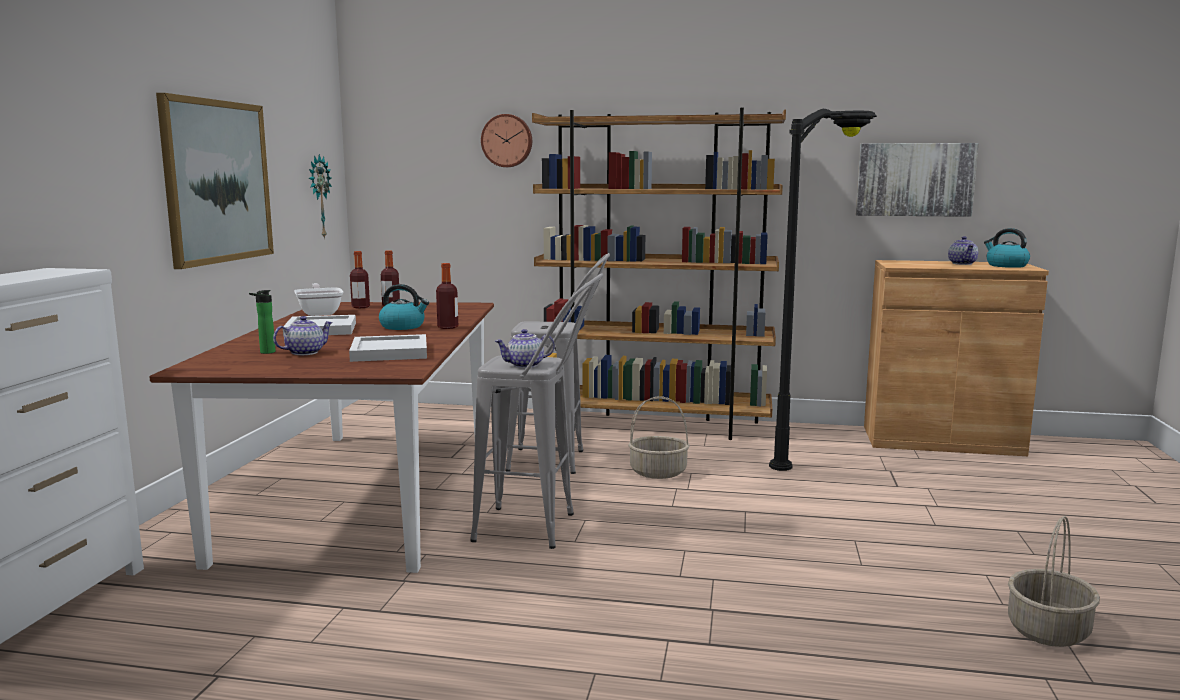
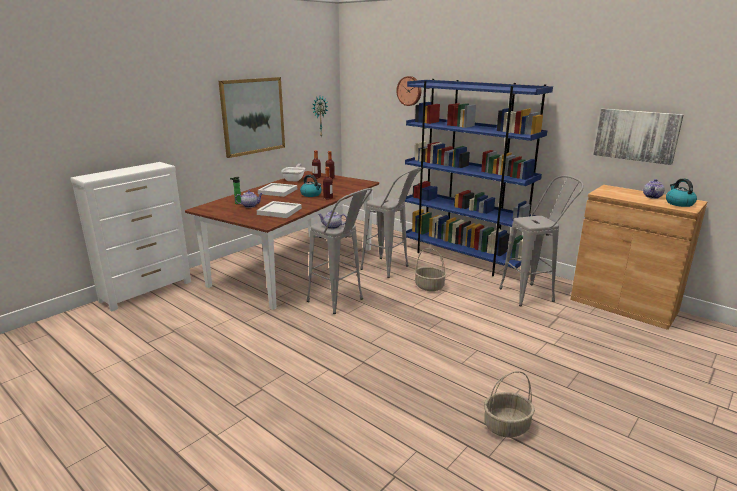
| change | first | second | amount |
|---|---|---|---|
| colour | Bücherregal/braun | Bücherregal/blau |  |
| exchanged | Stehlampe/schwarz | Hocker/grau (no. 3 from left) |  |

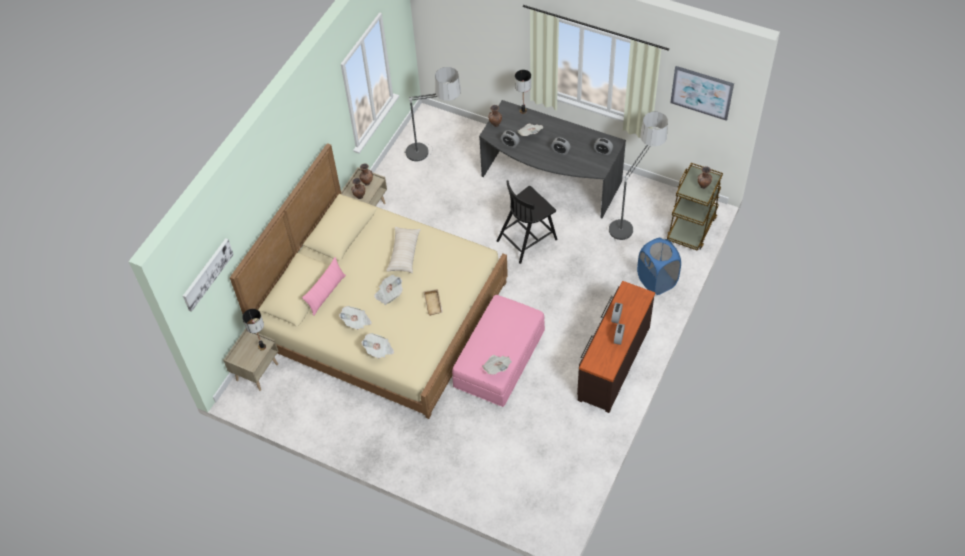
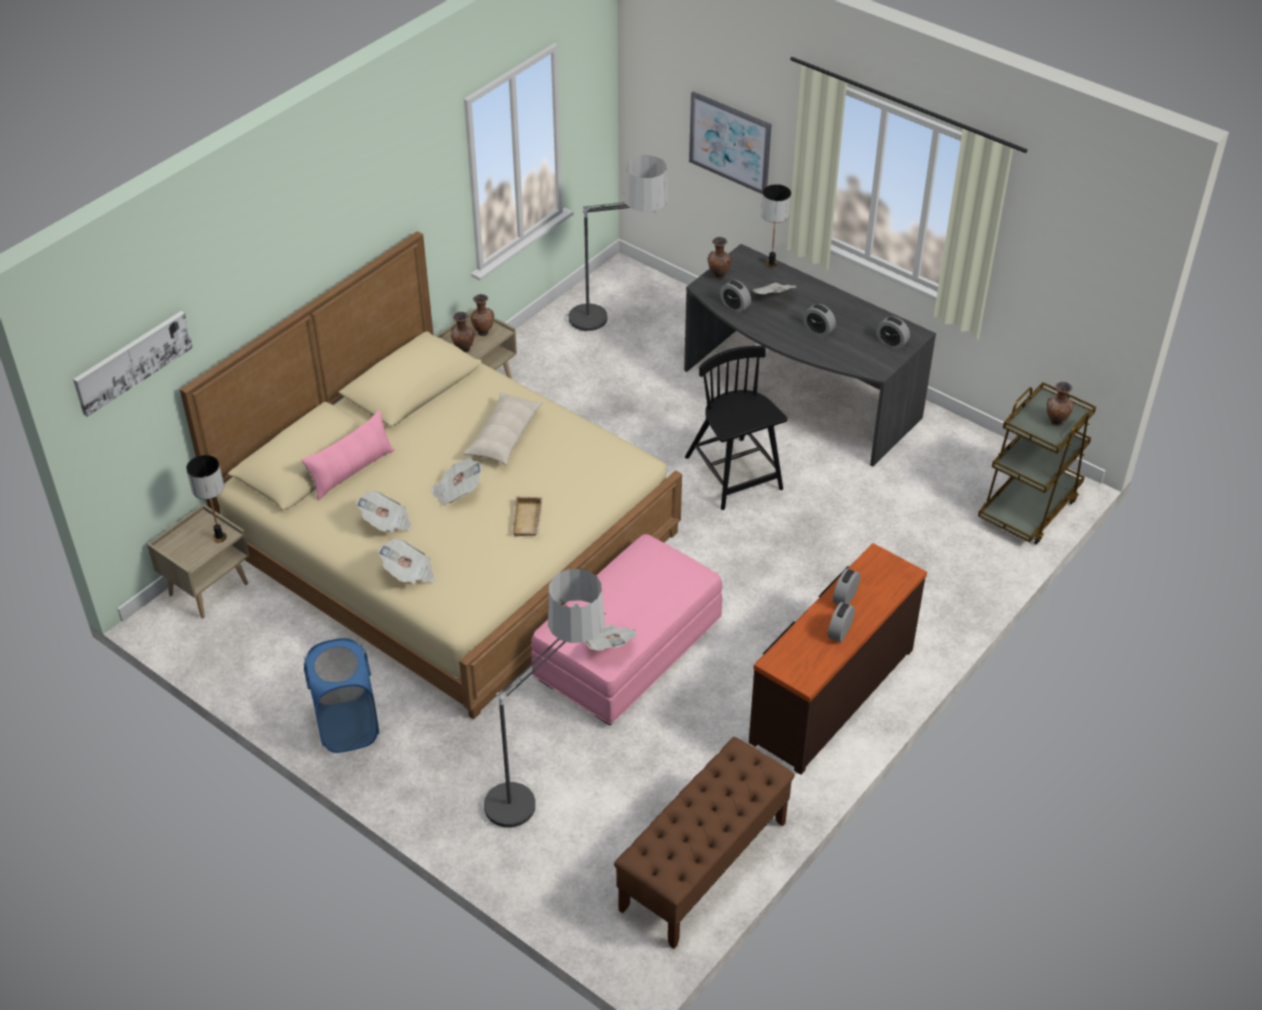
| change | first | second | amount |
|---|---|---|---|
| relocated | Bild (no. 2 from left) |  |  |
| relocated | Stehlampe (no. 2 from left in the first image) | Stehlampe (no. 1 from left) |  |
| spun | Stuhl/schwarz |  | 90 degrees clockwise |
| relocated | Wäschekorb/blau |  |  |
| appeared |  | Bank/braun |  |

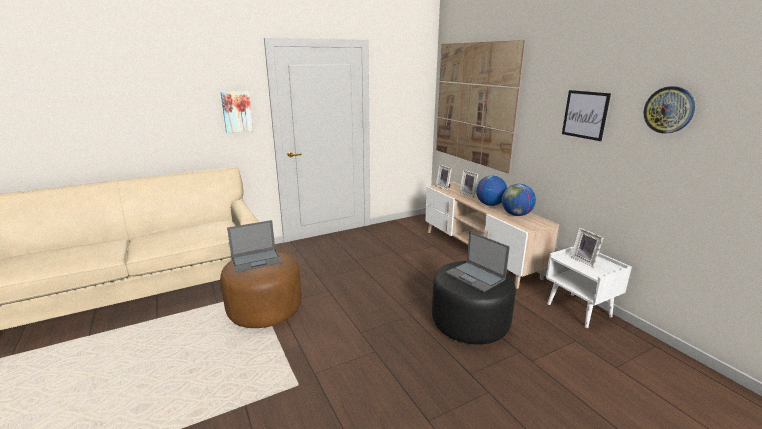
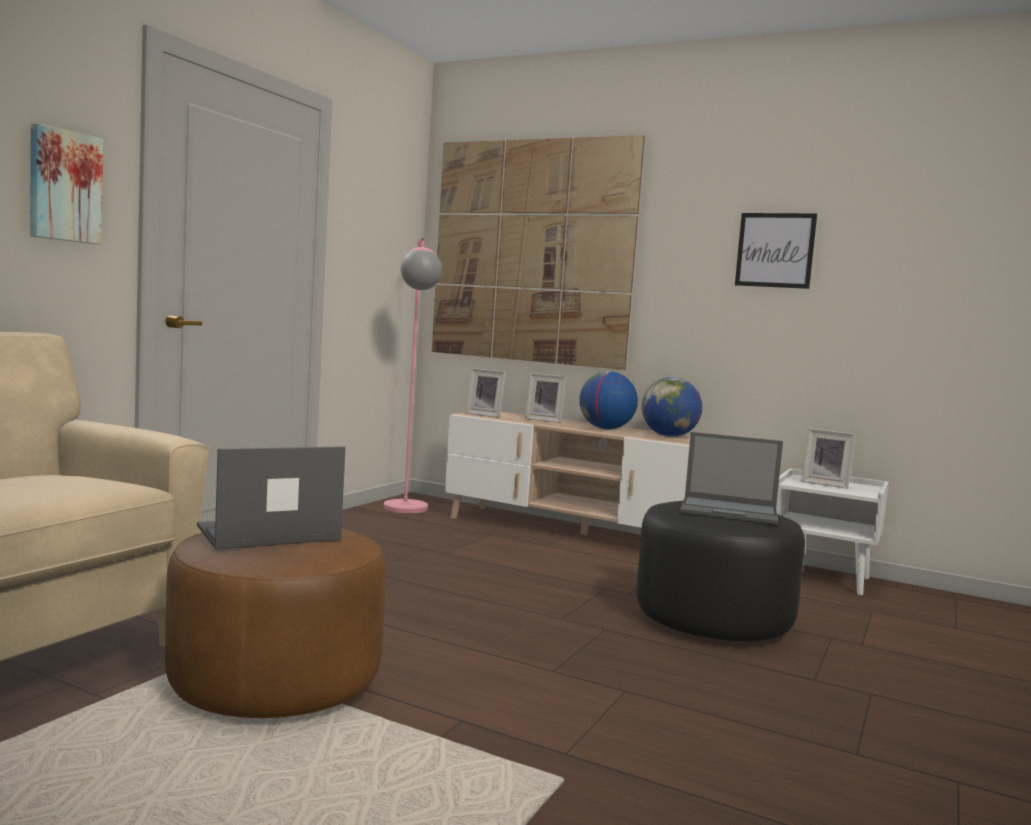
| change | first | second | amount |
|---|---|---|---|
| missing | Wanduhr |  |  |
| spun | Laptop (no. 1 from left) |  | 150 degrees counterclockwise |
| appeared |  | Stehlampe/rosa |  |

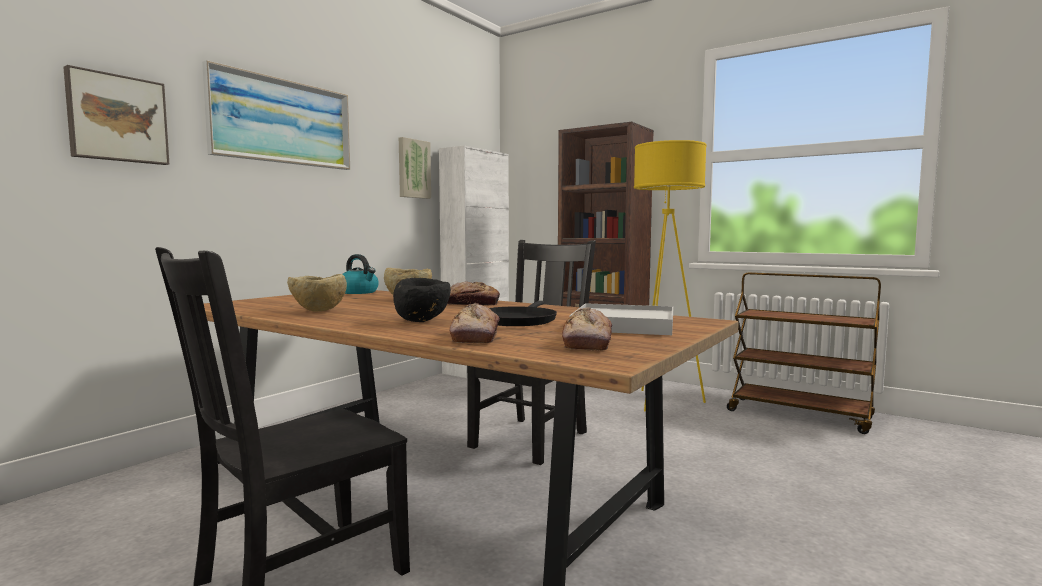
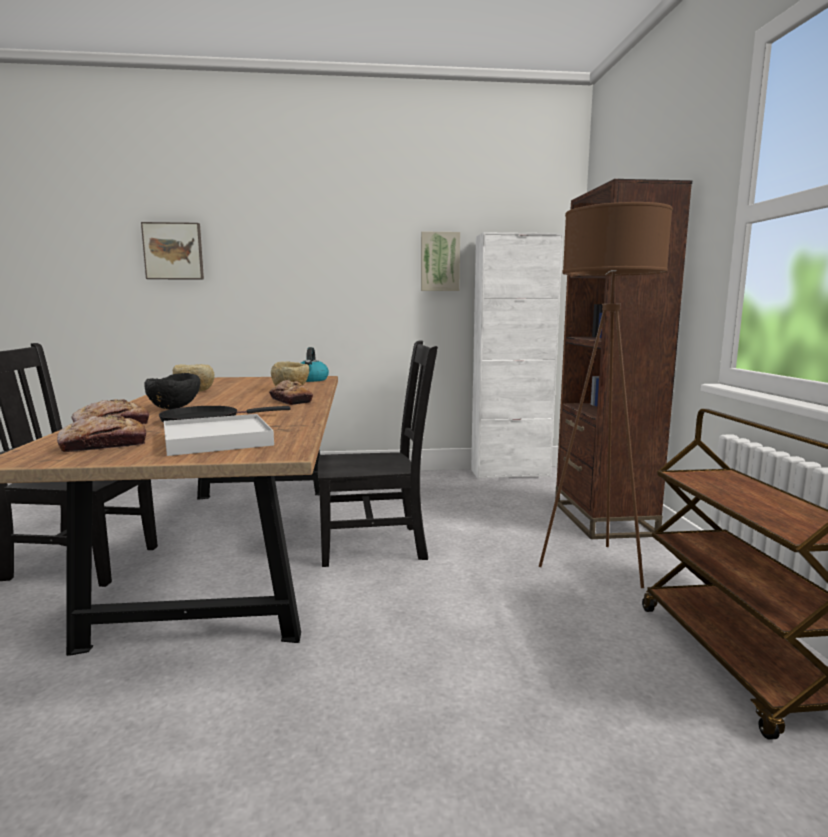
| change | first | second | amount |
|---|---|---|---|
| missing | Bild (no. 2 from left) |  |  |
| colour | Stehlampe/gelb | Stehlampe/braun |  |

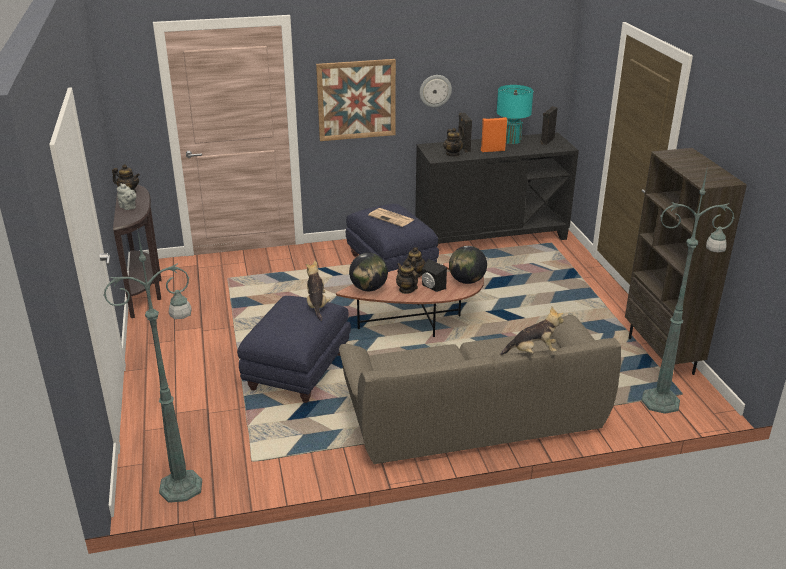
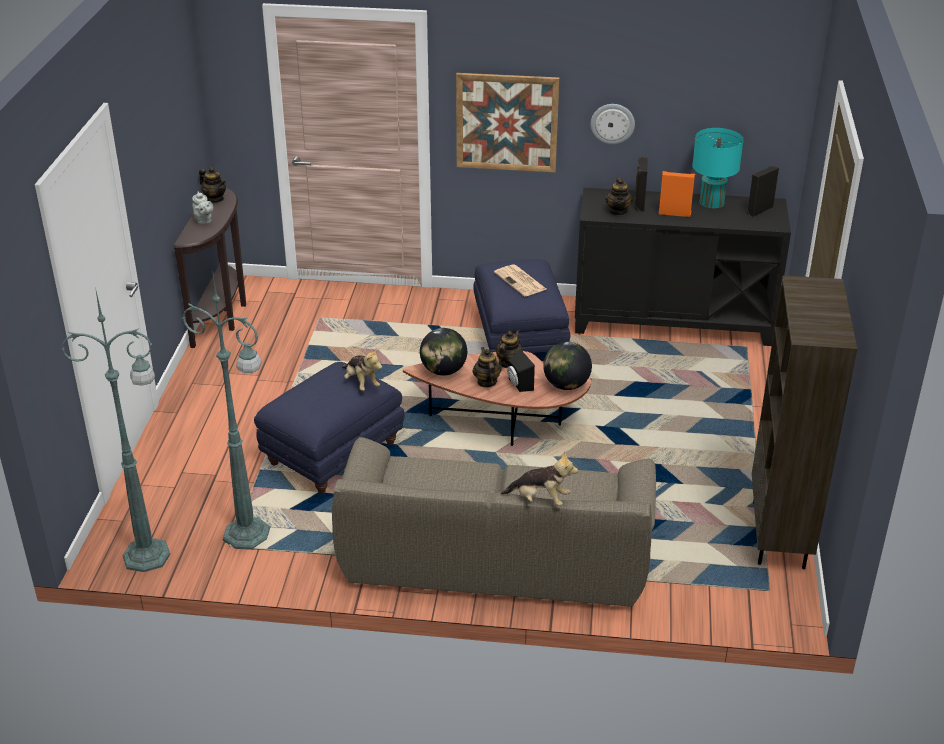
| change | first | second | amount |
|---|---|---|---|
| relocated | Stehlampe/grün (no. 2 from left) |  |  |
| spun | Plüschtier (no. 1 from left) |  | 135 degrees clockwise |

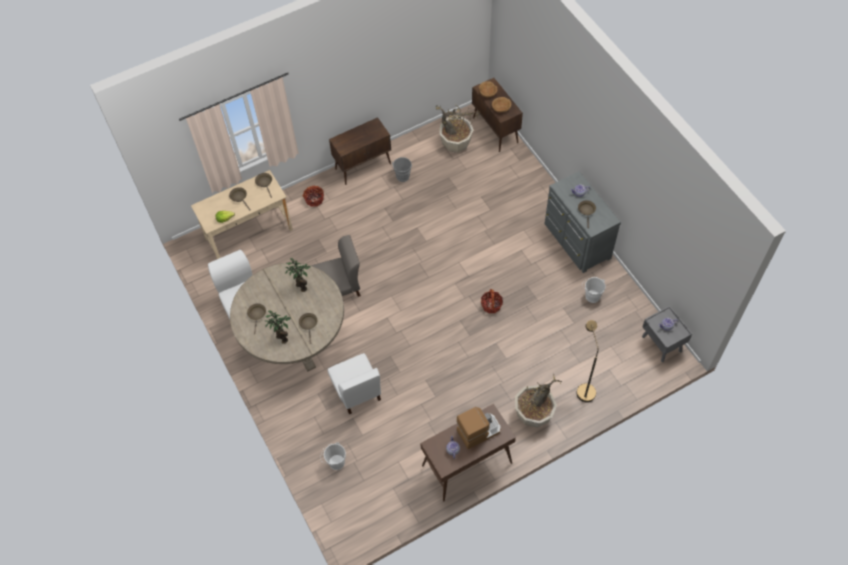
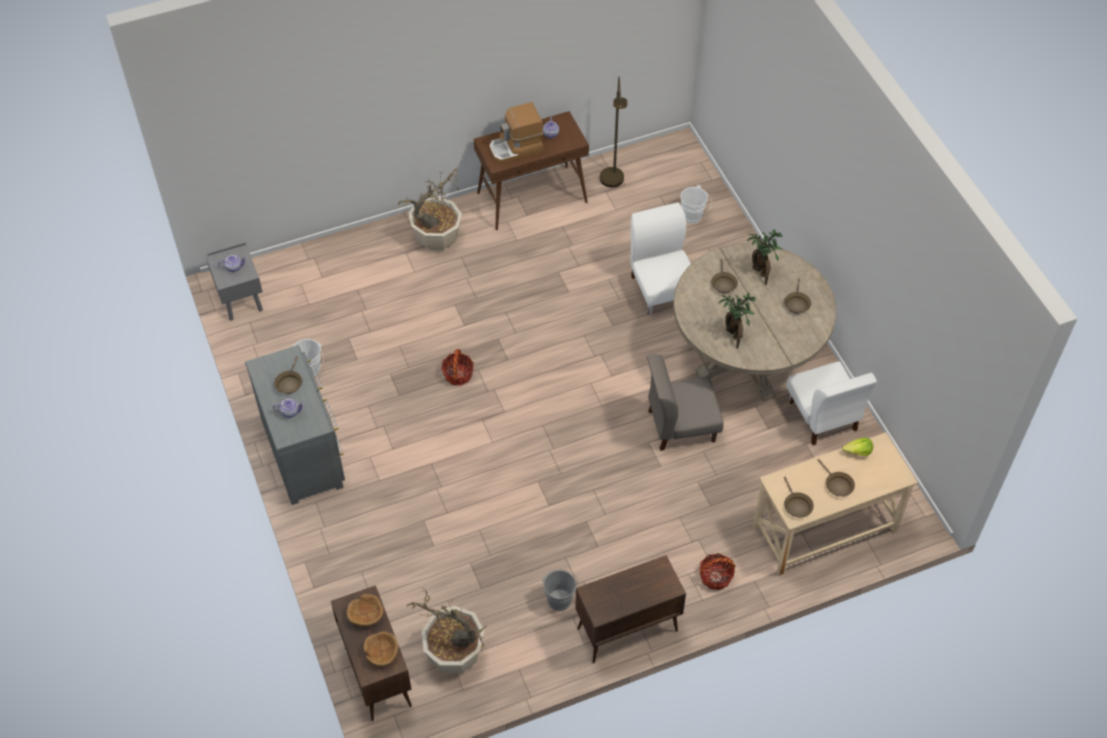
| change | first | second | amount |
|---|---|---|---|
| relocated | Stehlampe/braun |  |  |

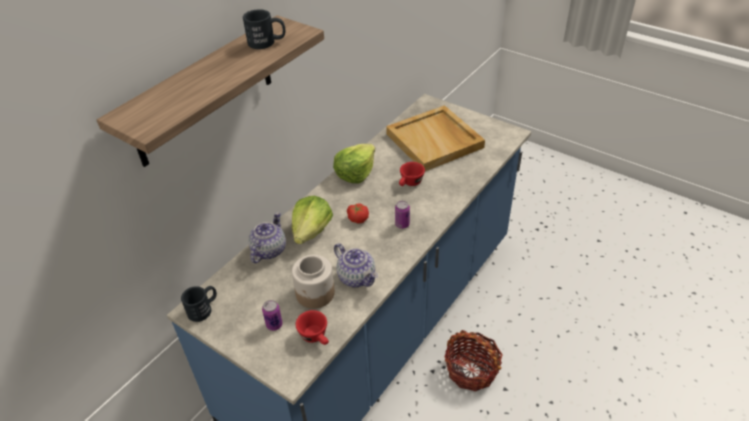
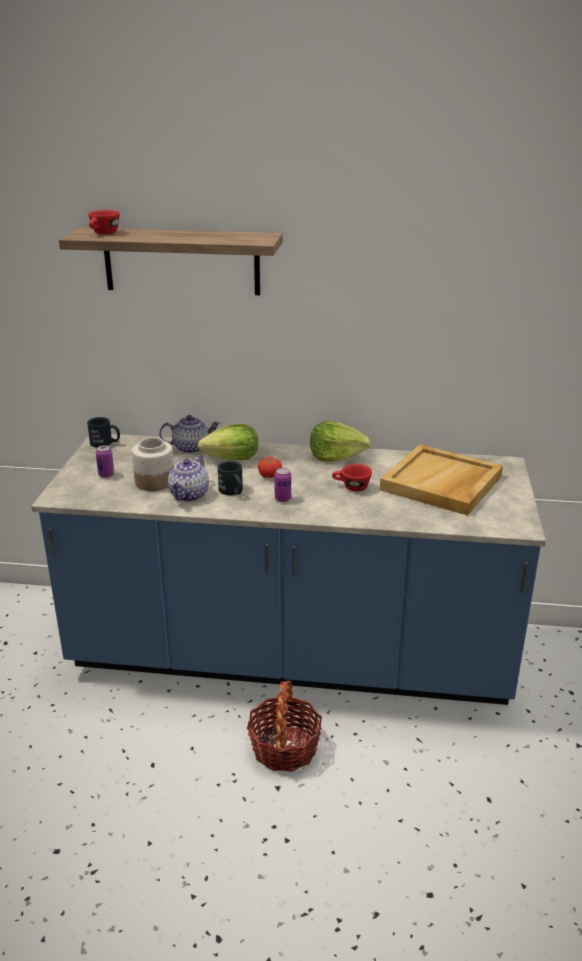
| change | first | second | amount |
|---|---|---|---|
| relocated | Henkelbecher/schwarz (no. 2 from left) |  |  |
| relocated | Tasse/rot (no. 1 from left) |  |  |

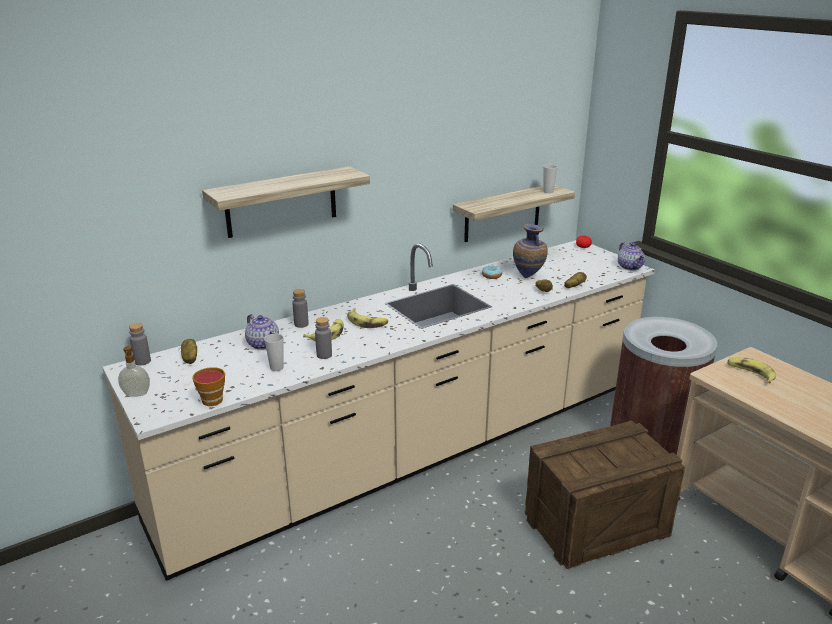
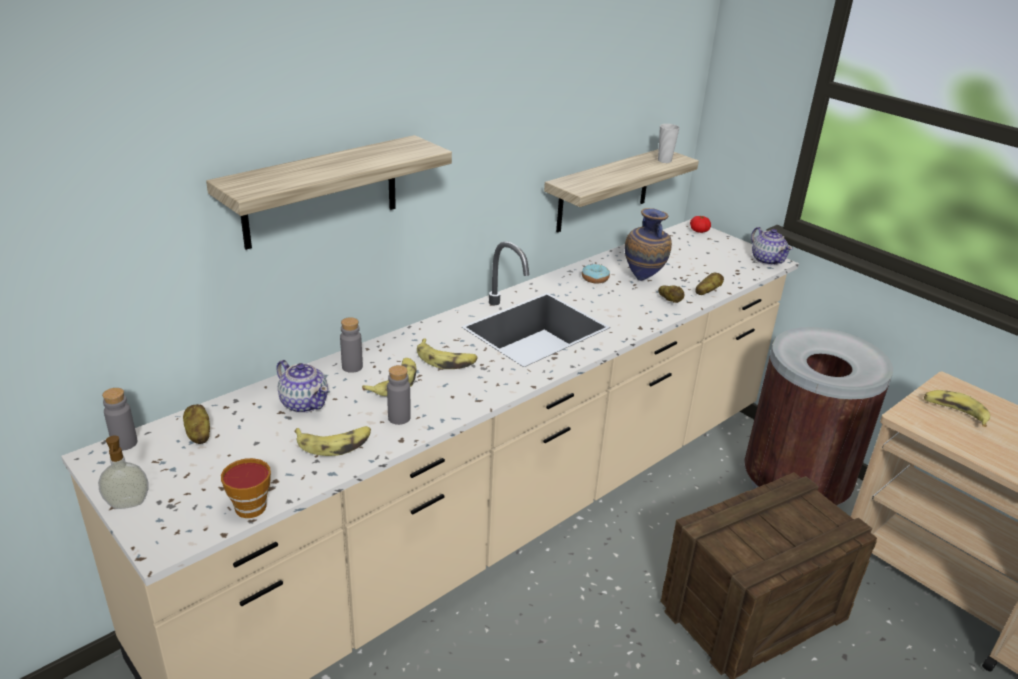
| change | first | second | amount |
|---|---|---|---|
| exchanged | Tasse (no. 2 from left) | Banane (no. 1 from left) |  |

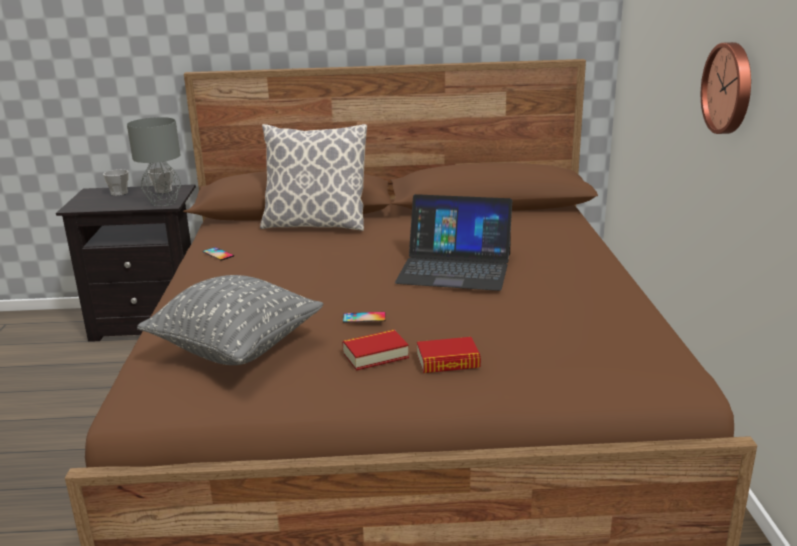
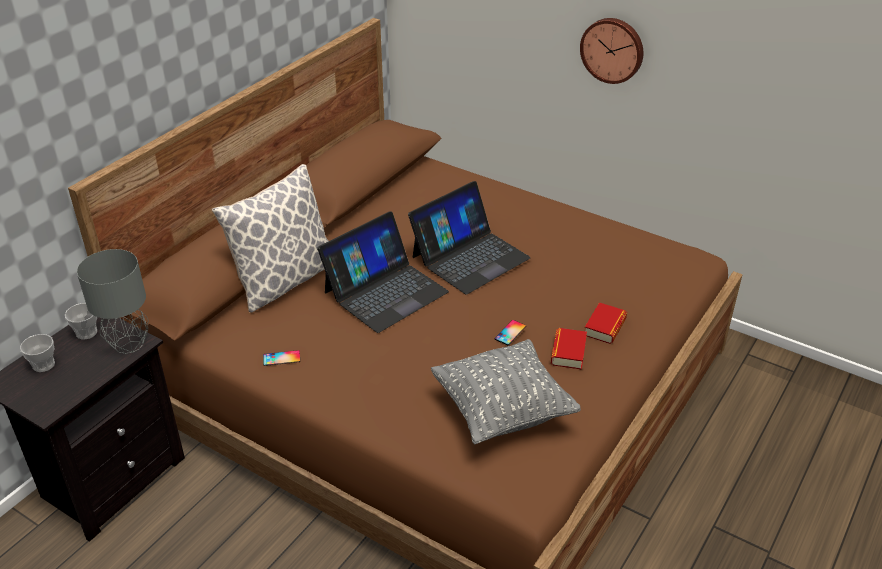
| change | first | second | amount |
|---|---|---|---|
| appeared |  | Laptop (no. 1 from left) |  |

